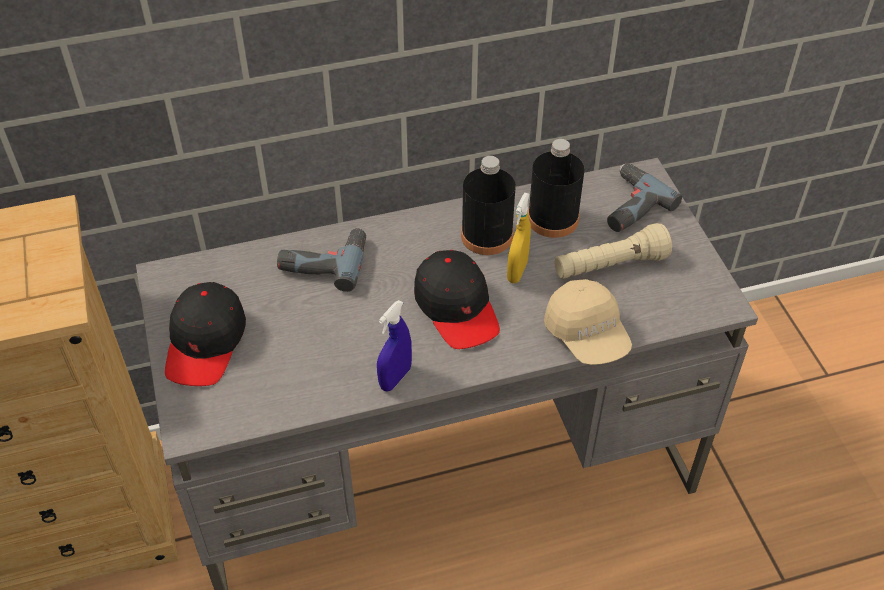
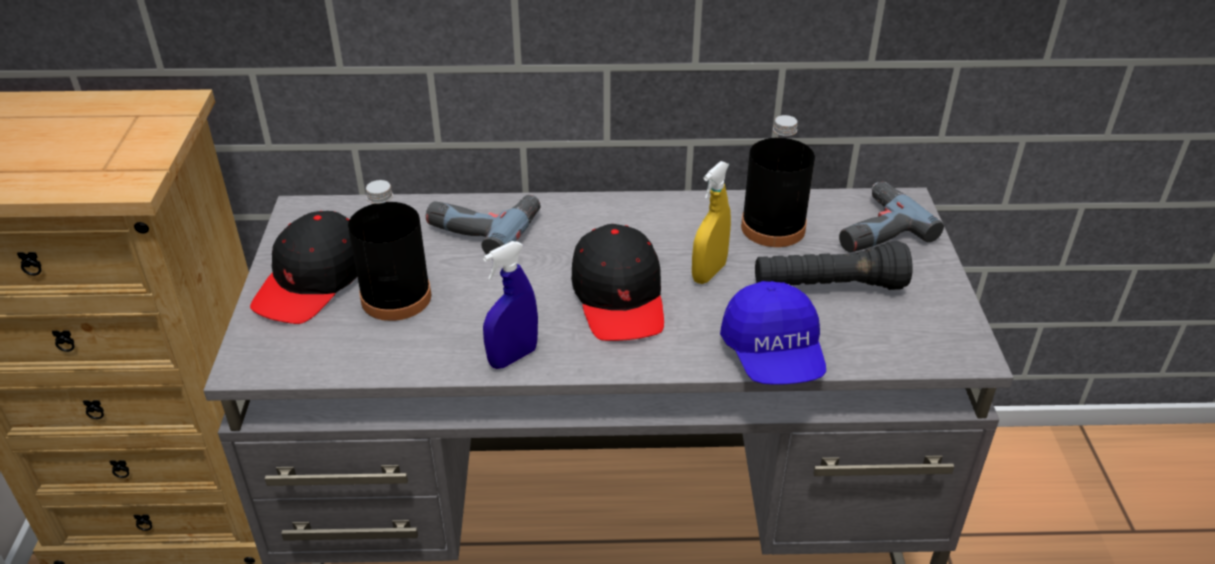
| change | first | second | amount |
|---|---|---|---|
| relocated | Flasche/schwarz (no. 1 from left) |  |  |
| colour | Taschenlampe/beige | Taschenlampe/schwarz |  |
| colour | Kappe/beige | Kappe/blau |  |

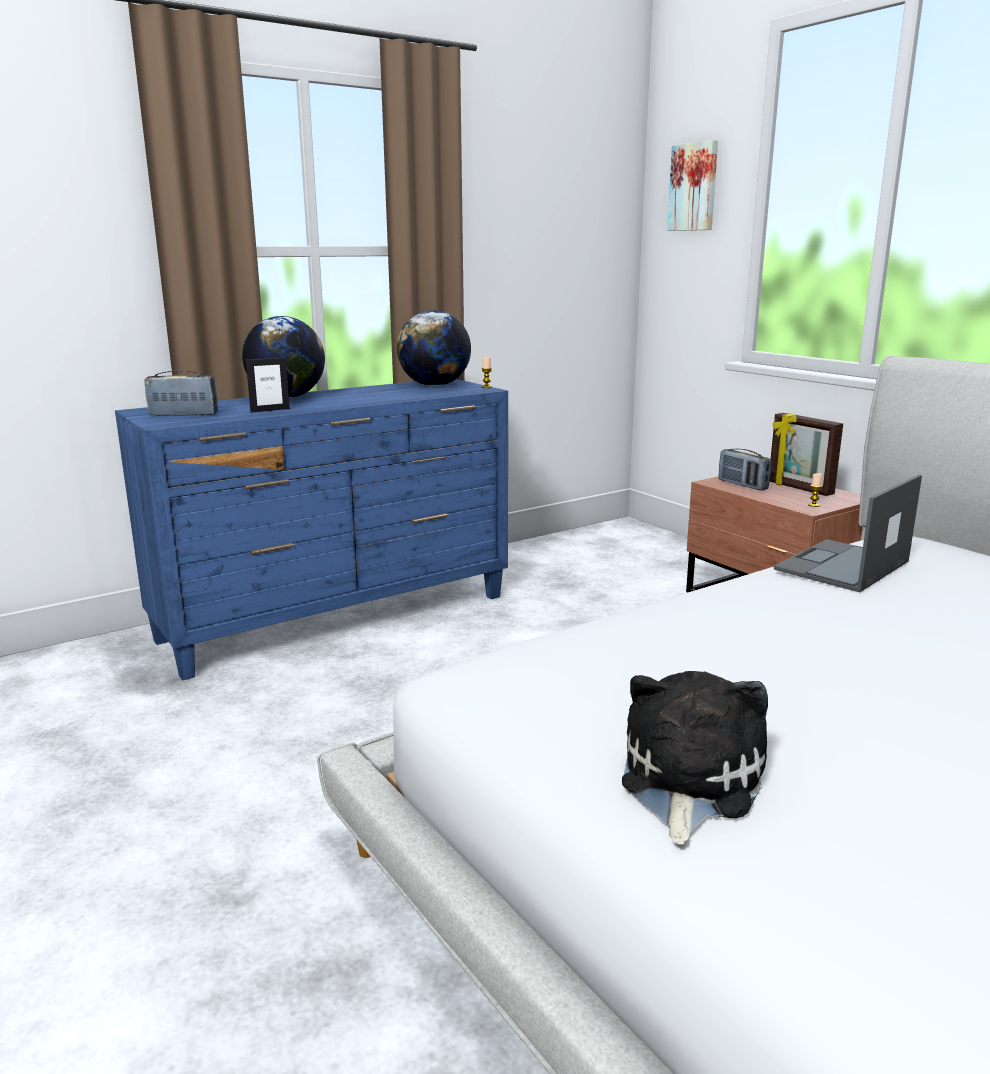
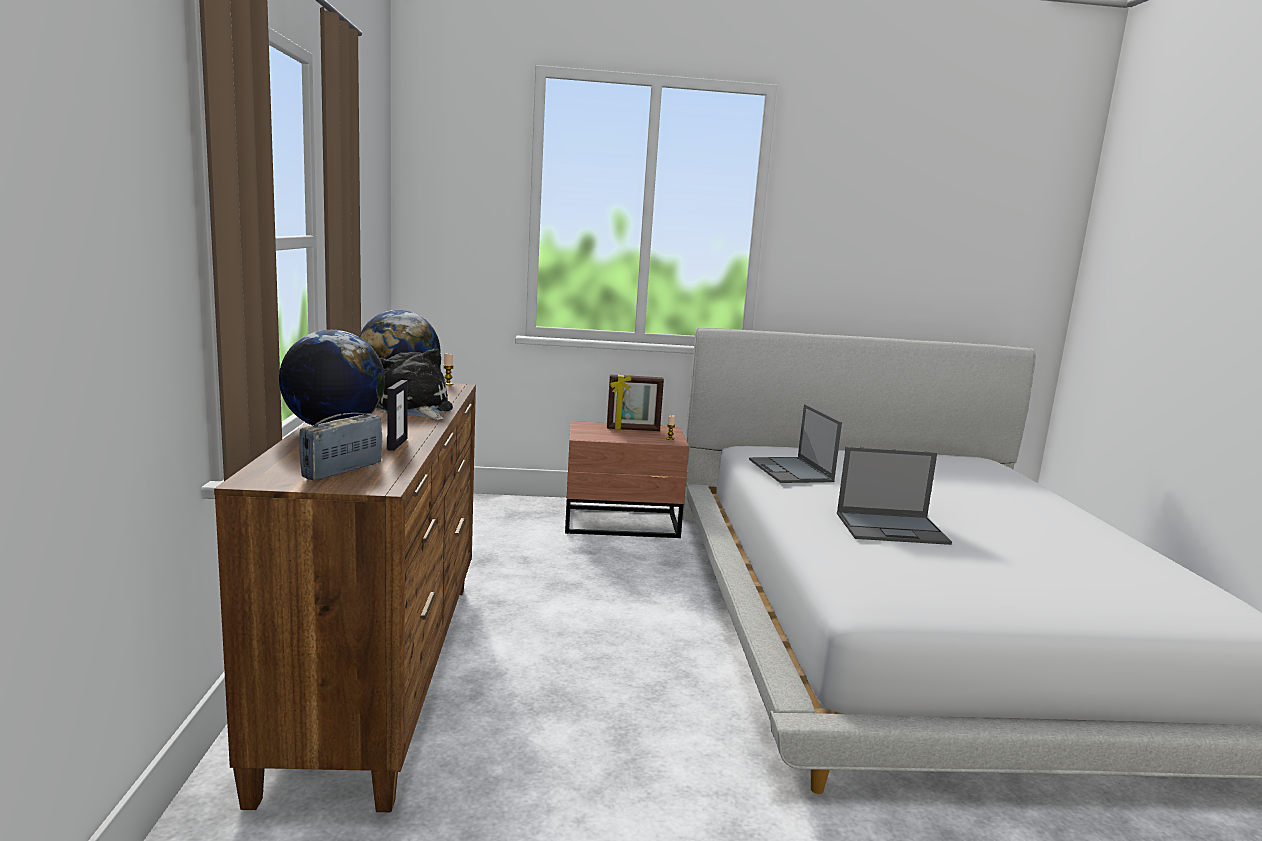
| change | first | second | amount |
|---|---|---|---|
| missing | Bild |  |  |
| colour | Kommode/blau | Kommode/braun |  |
| missing | Radio (no. 2 from left) |  |  |
| relocated | Plüschtier |  |  |
| appeared |  | Laptop (no. 2 from left) |  |

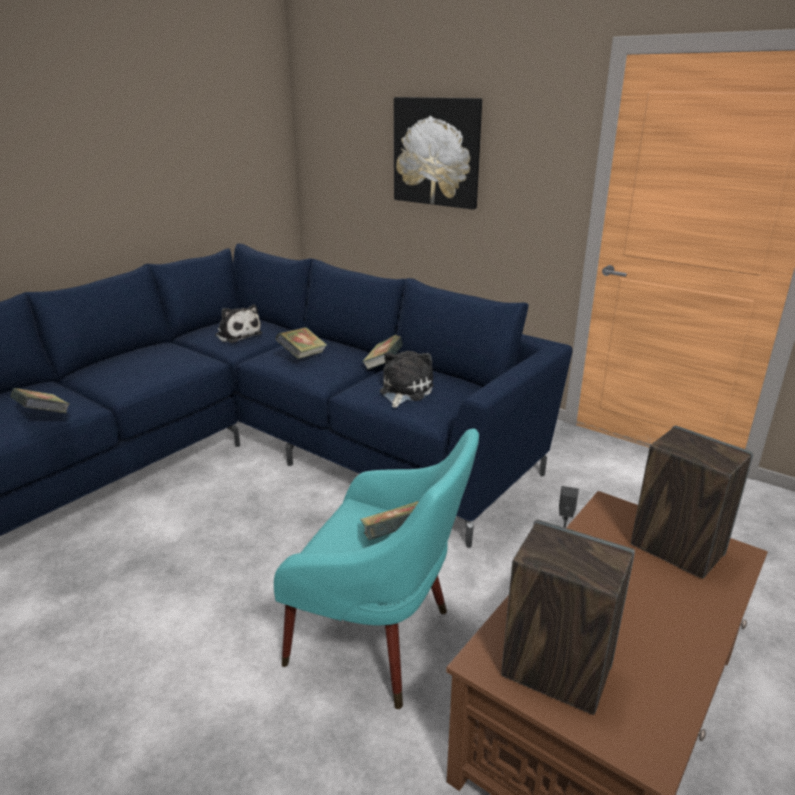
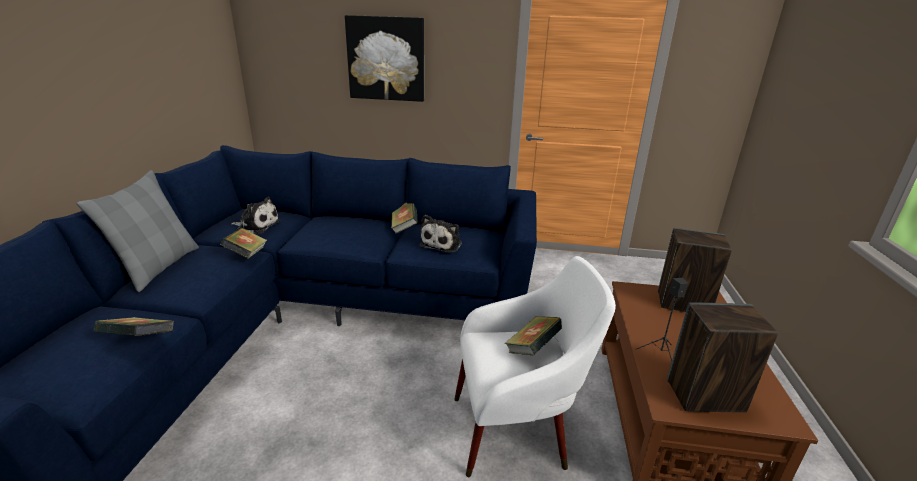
| change | first | second | amount |
|---|---|---|---|
| relocated | Buch (no. 2 from left) |  |  |
| spun | Plüschtier (no. 2 from left) |  | 150 degrees counterclockwise |
| colour | Sessel/türkis | Sessel/weiß |  |
| appeared |  | Kissen/grau |  |

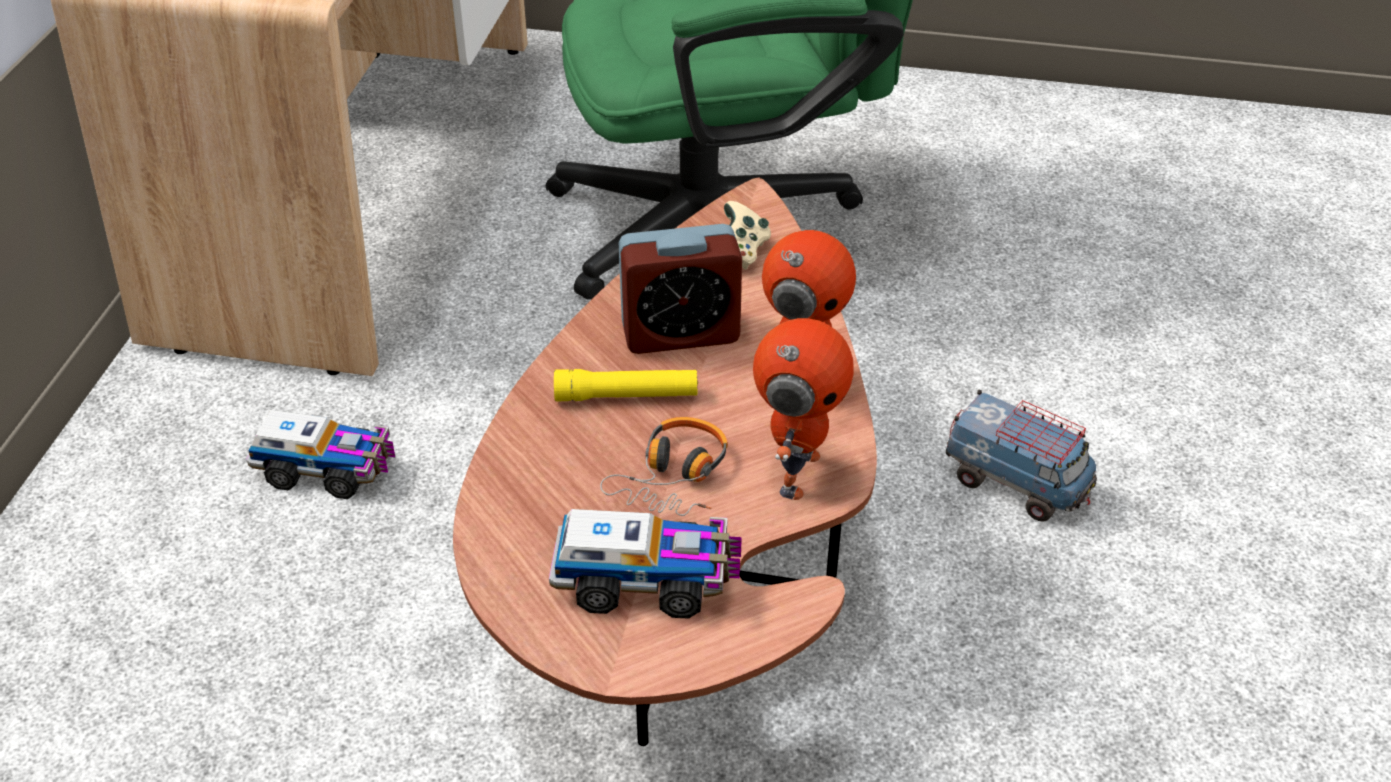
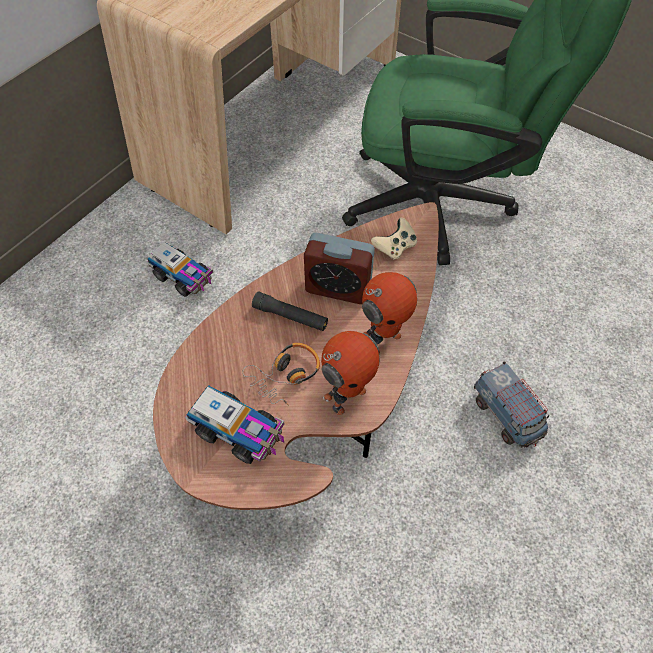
| change | first | second | amount |
|---|---|---|---|
| colour | Taschenlampe/gelb | Taschenlampe/schwarz |  |

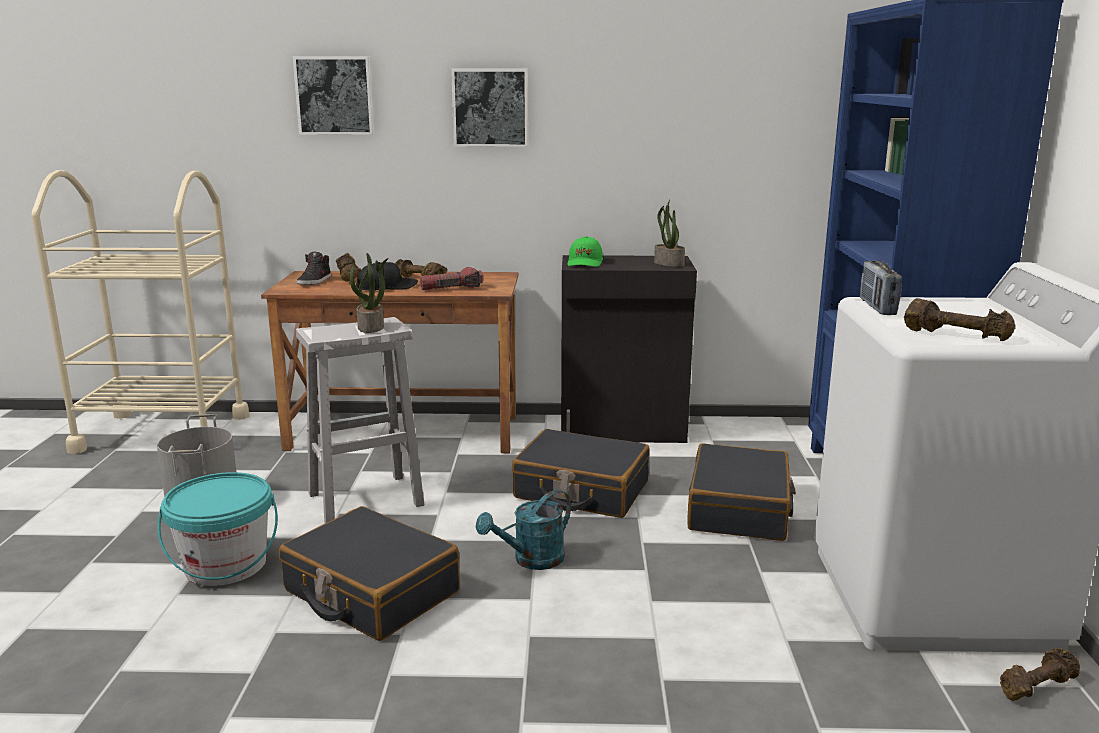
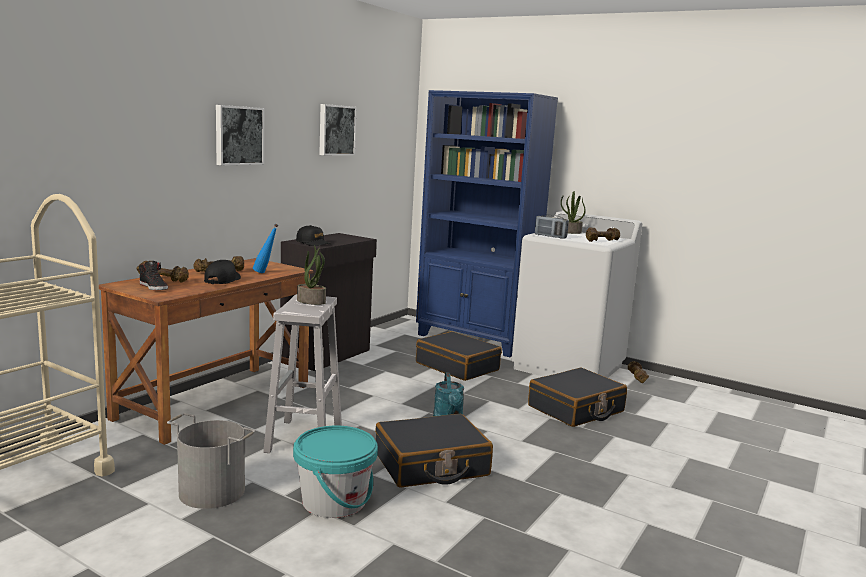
| change | first | second | amount |
|---|---|---|---|
| relocated | Bild (no. 1 from left in the first image) | Bild (no. 2 from left) |  |
| relocated | Topfpflanze (no. 2 from left) |  |  |
| colour | Kappe/grün | Kappe/schwarz (no. 2 from left) |  |
| exchanged | Taschenlampe | Flasche/blau |  |
| relocated | Koffer/schwarz (no. 2 from left in the first image) | Koffer/schwarz (no. 3 from left) |  |

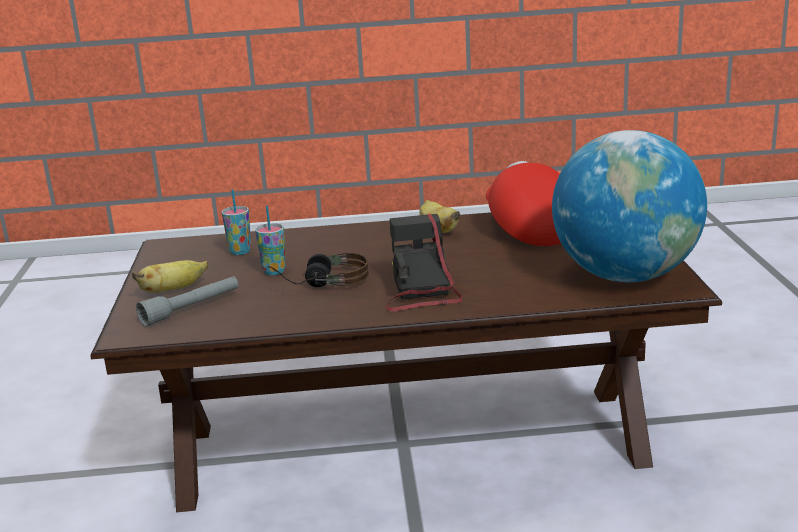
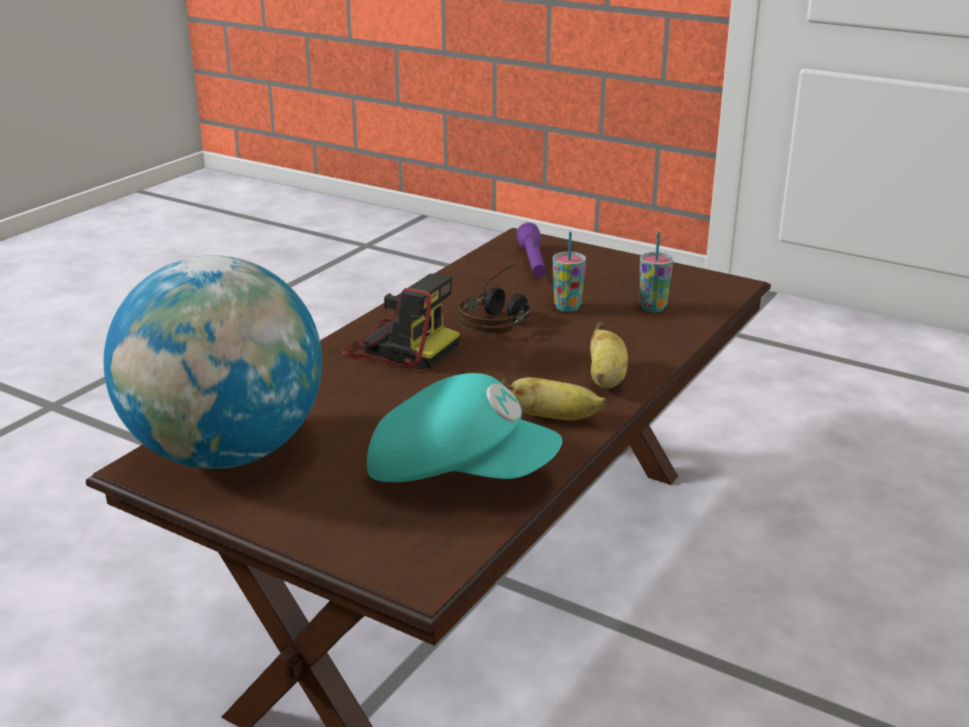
| change | first | second | amount |
|---|---|---|---|
| colour | Kappe/rot | Kappe/türkis |  |
| relocated | Banane (no. 1 from left in the first image) | Banane (no. 2 from left) |  |
| colour | Taschenlampe/grau | Taschenlampe/lila |  |

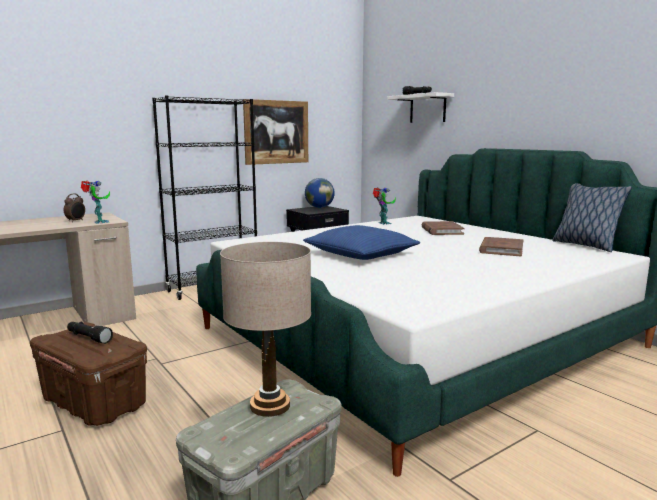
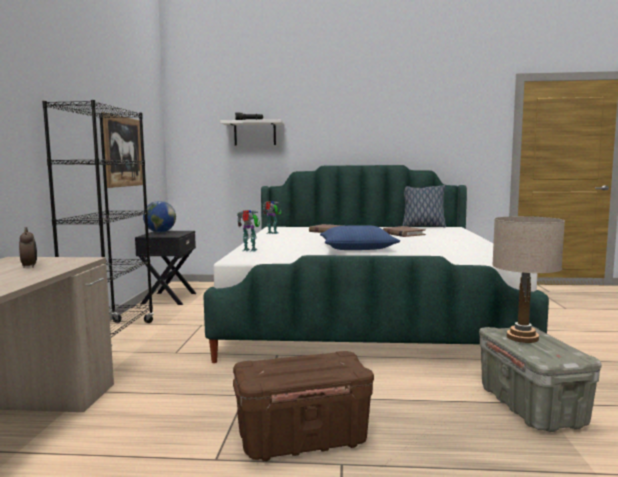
| change | first | second | amount |
|---|---|---|---|
| relocated | Spielzeugroboter (no. 1 from left) |  |  |
| missing | Taschenlampe/schwarz (no. 1 from left) |  |  |

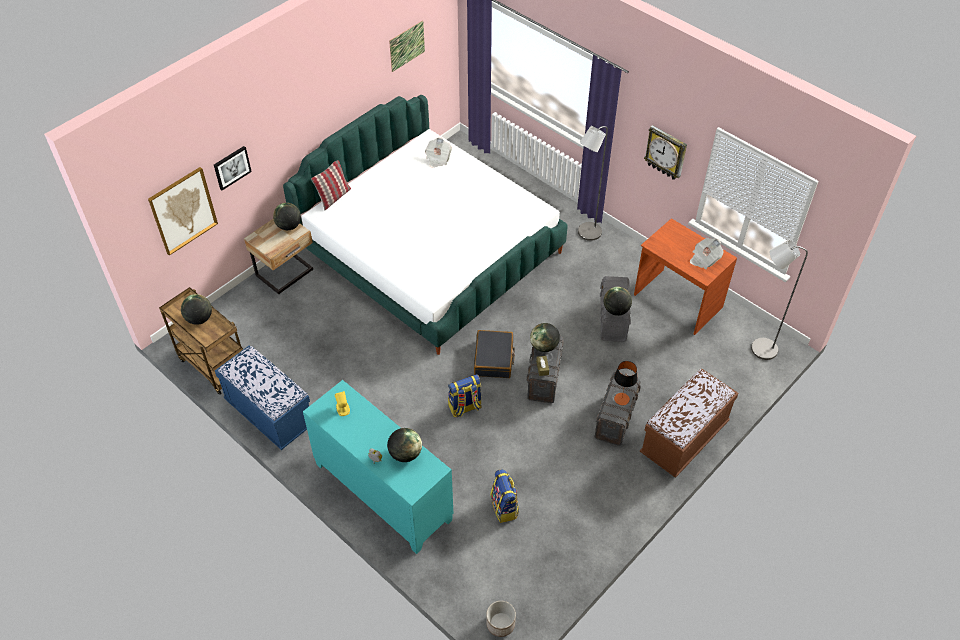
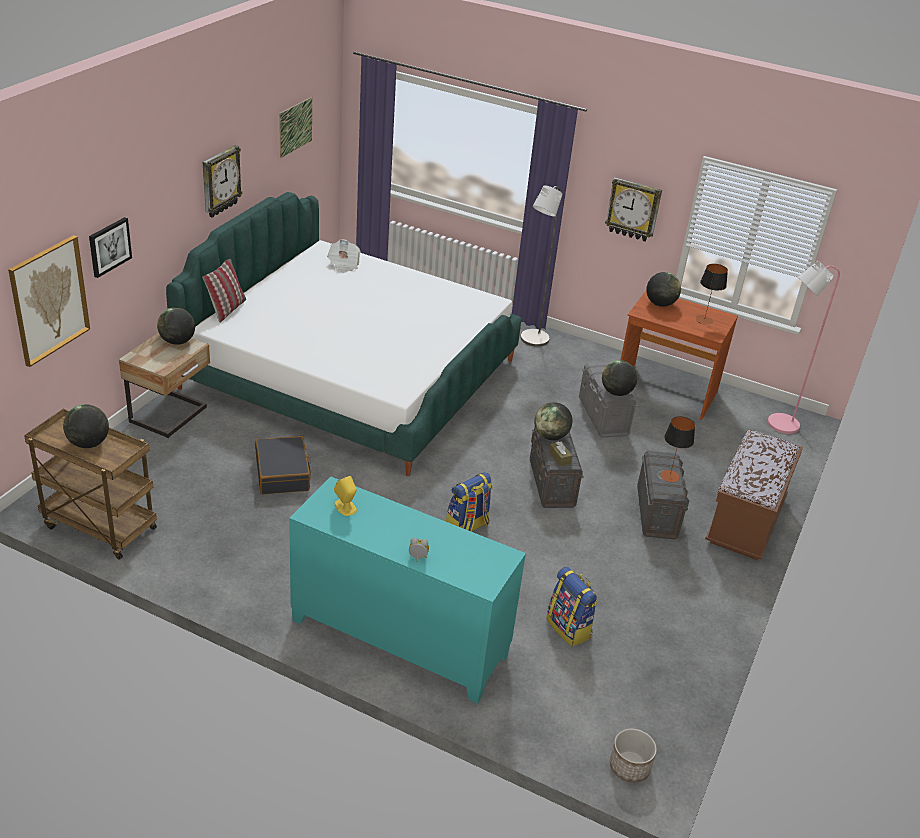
| change | first | second | amount |
|---|---|---|---|
| exchanged | Zeitung (no. 2 from left) | Tischlampe (no. 2 from left) |  |
| colour | Stehlampe/grau (no. 2 from left) | Stehlampe/rosa |  |
| relocated | Koffer/schwarz |  |  |
| missing | Bank/blau |  |  |
| relocated | Globus (no. 3 from left in the first image) | Globus (no. 5 from left) |  |
| appeared |  | Wanduhr (no. 1 from left) |  |

